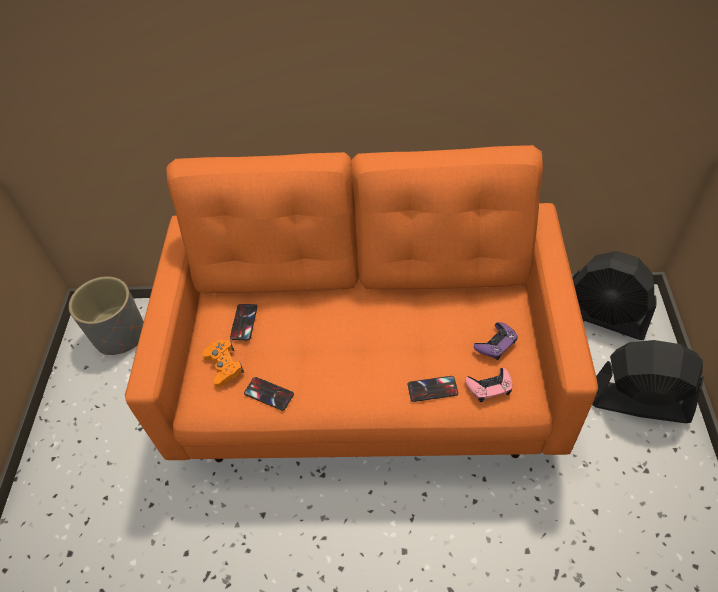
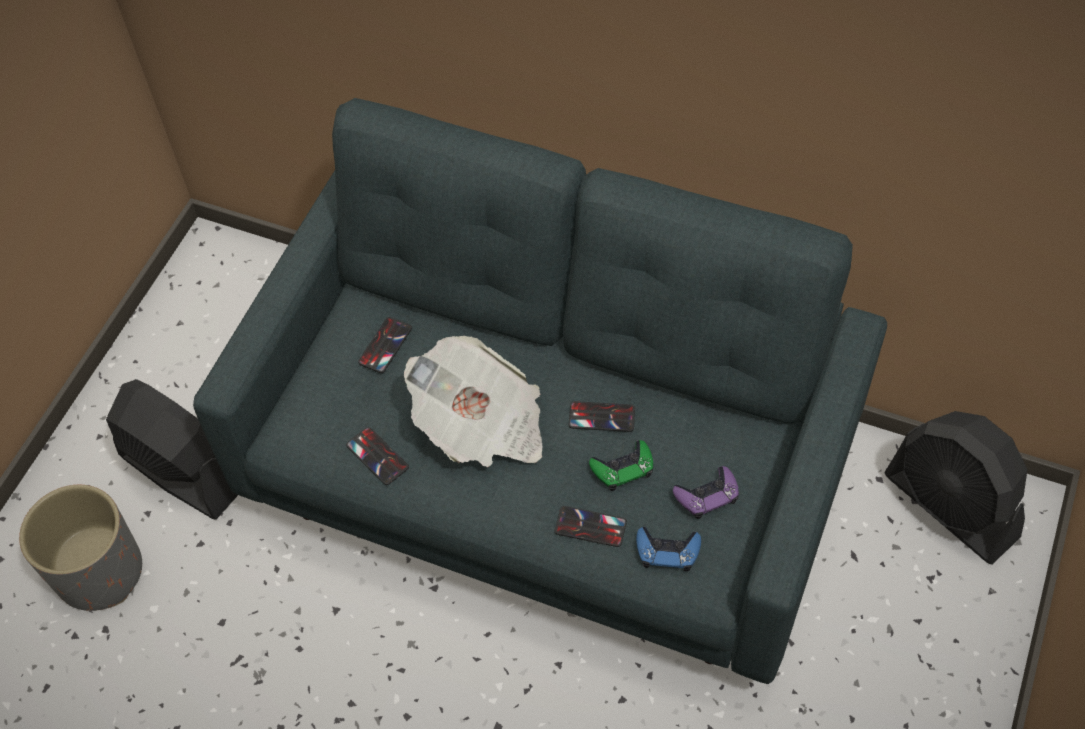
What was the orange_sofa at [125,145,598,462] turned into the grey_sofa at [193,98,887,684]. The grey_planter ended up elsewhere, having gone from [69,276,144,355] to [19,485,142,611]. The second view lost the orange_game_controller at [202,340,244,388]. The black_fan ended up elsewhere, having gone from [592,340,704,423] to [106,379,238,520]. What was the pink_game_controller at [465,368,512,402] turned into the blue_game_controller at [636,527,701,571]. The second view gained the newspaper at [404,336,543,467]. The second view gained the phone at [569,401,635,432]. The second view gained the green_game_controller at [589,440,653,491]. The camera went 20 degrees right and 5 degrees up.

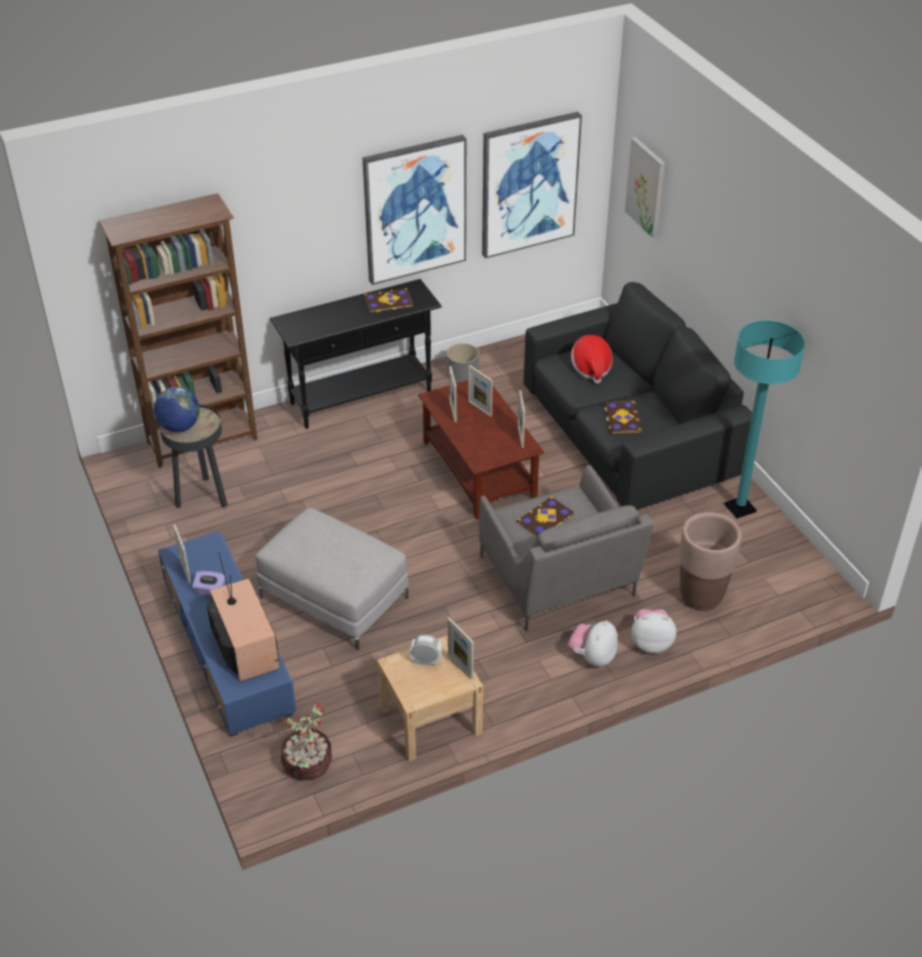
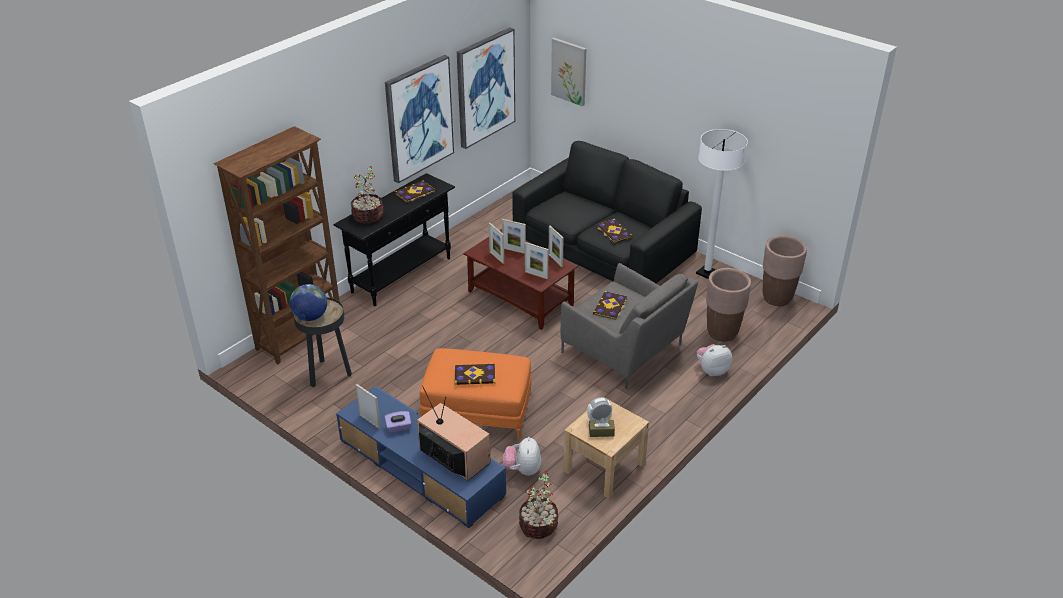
What was the turquoise_floor_lamp at [724,320,805,519] turned into the white_floor_lamp at [696,129,748,279]. The second view lost the hat at [571,335,613,384]. The second view lost the grey_planter at [447,343,479,383]. What was the grey_ottoman at [255,508,409,650] turned into the orange_ottoman at [419,348,532,439]. The picture_frame ended up elsewhere, having gone from [448,617,474,680] to [525,242,549,279]. The plush_toy ended up elsewhere, having gone from [568,620,618,667] to [503,437,541,476]. The second view gained the potted_plant at [351,166,383,224]. The second view gained the brown_planter at [763,235,807,306]. The second view gained the book at [455,363,495,385]. The second view gained the brown_tissue_box at [589,418,615,437]. The camera went 25 degrees left and 5 degrees down.

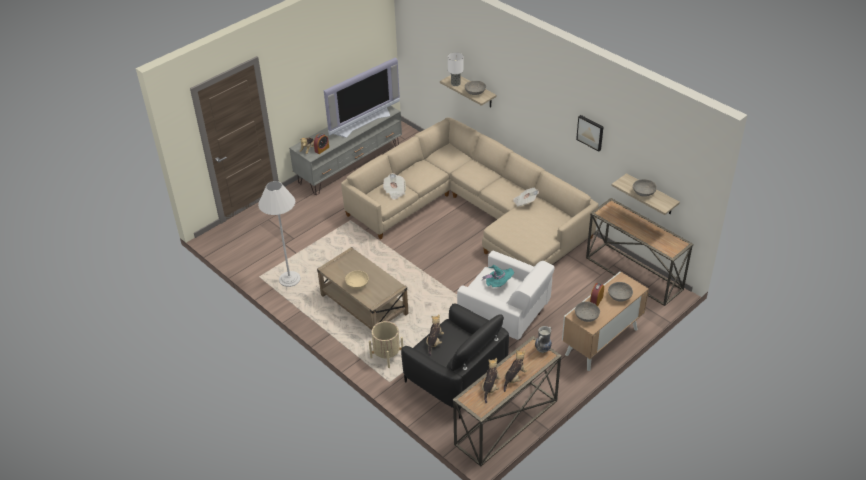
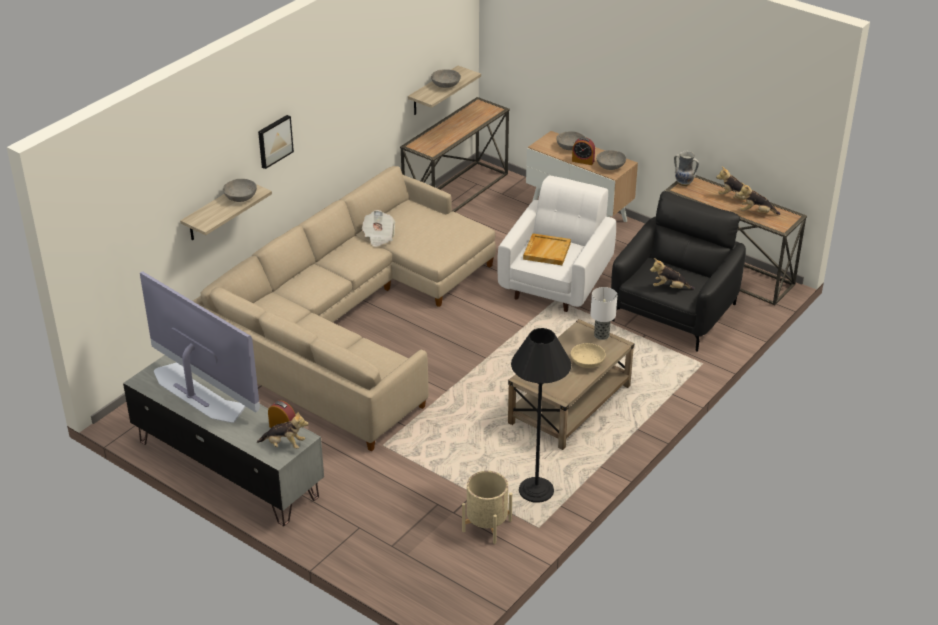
The table_lamp ended up elsewhere, having gone from [448,52,464,86] to [590,287,617,340]. The picture ended up elsewhere, having gone from [576,115,603,152] to [258,115,294,169]. The second view lost the newspaper at [383,173,406,200]. What was the white_floor_lamp at [258,181,301,287] turned into the black_floor_lamp at [511,328,571,503]. Where the turquoise_hat stood at [481,265,514,287], the beige_tray came to stand at [523,233,571,265]. The beige_planter ended up elsewhere, having gone from [369,321,403,368] to [462,471,512,544]. The camera went 100 degrees left and 5 degrees down.

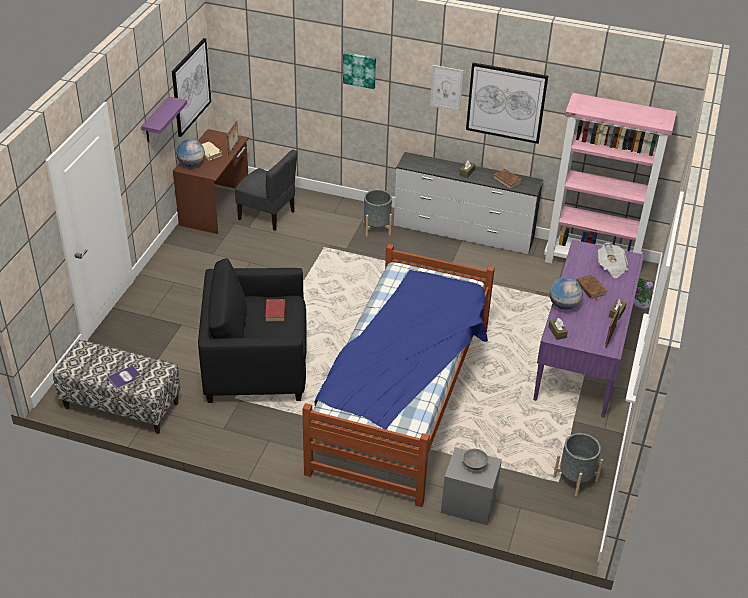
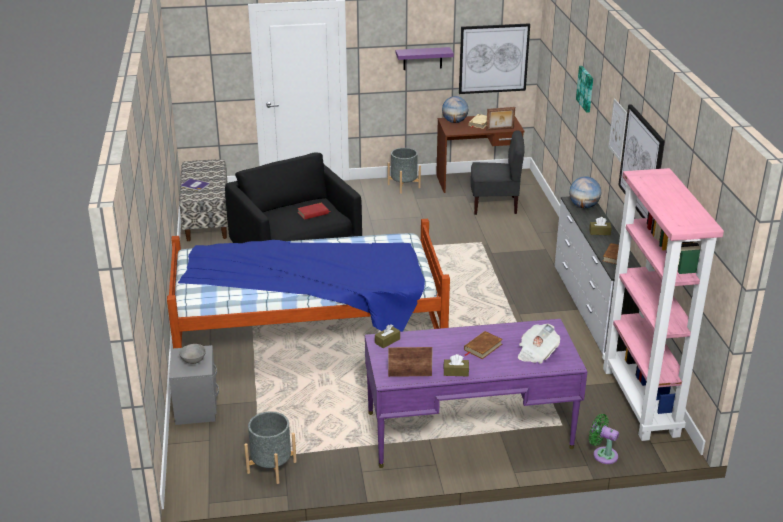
The grey_chair at [235,150,297,231] ended up facing another way, 90 degrees counterclockwise from before. The grey_planter ended up elsewhere, having gone from [363,189,392,237] to [388,148,421,194]. The globe ended up elsewhere, having gone from [549,277,583,310] to [569,177,601,208]. The camera went 65 degrees right and 10 degrees down.

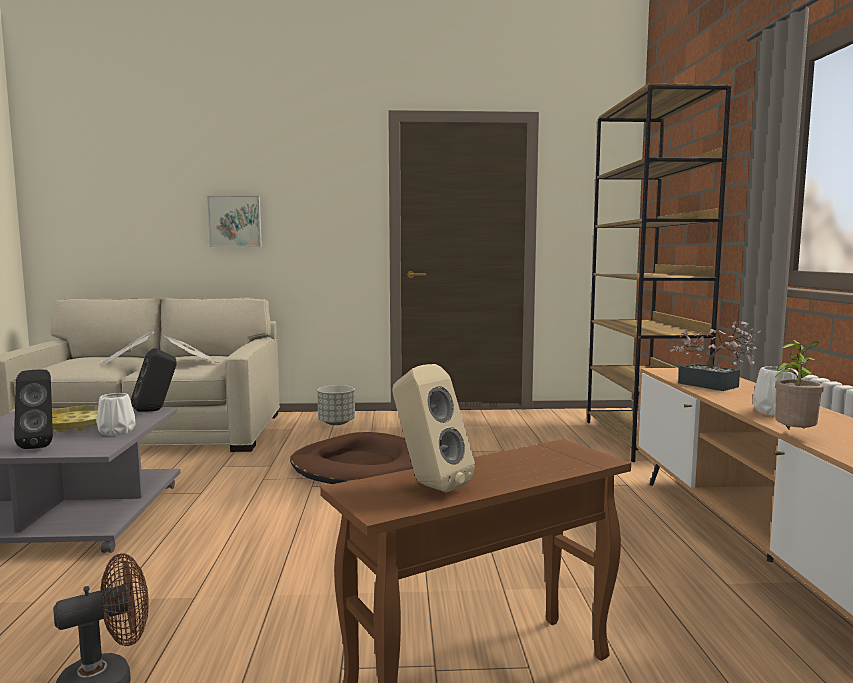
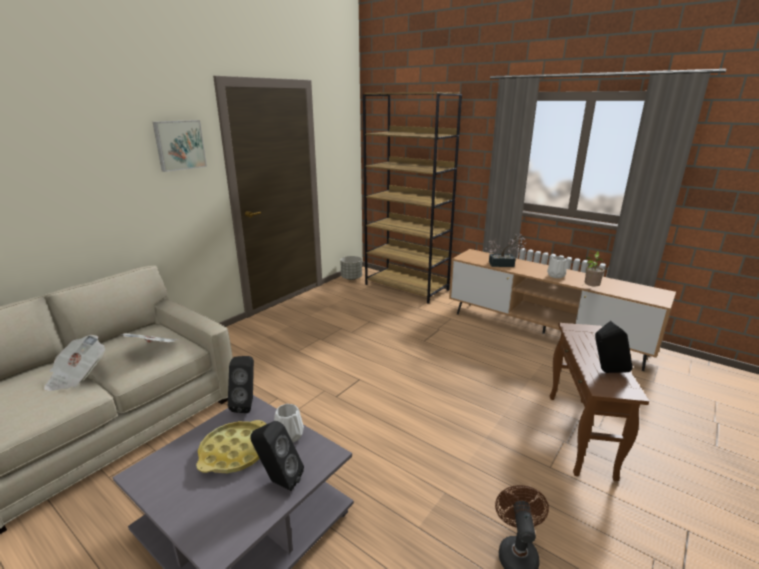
The picture ended up elsewhere, having gone from [207,196,262,247] to [153,120,207,172]. What was the beige_speaker at [392,364,475,493] turned into the black_speaker at [595,321,633,373]. The grey_planter ended up elsewhere, having gone from [317,385,355,425] to [340,256,362,280]. The second view lost the brown_dog_bed at [290,432,413,484]. The camera went 50 degrees left and 15 degrees up.

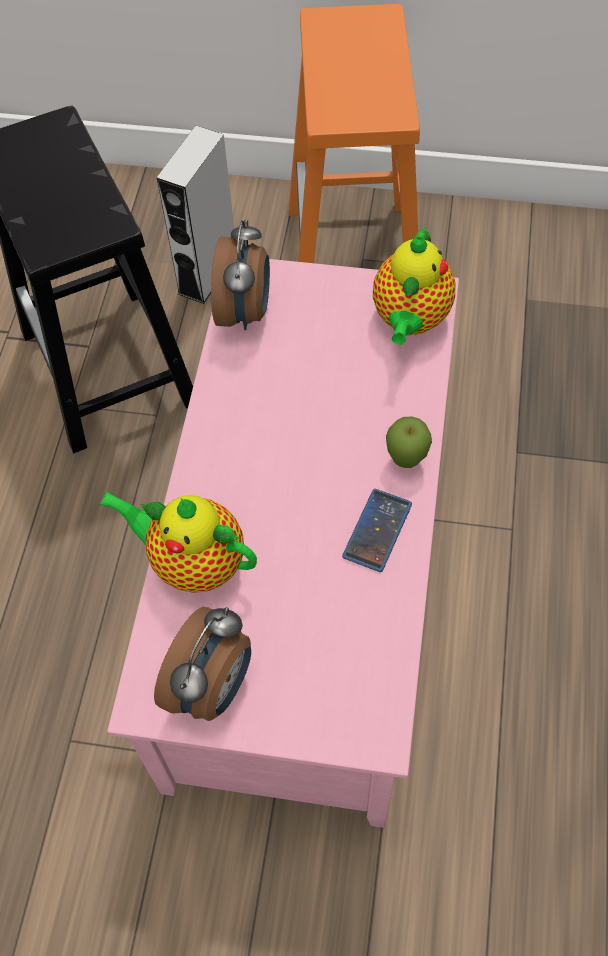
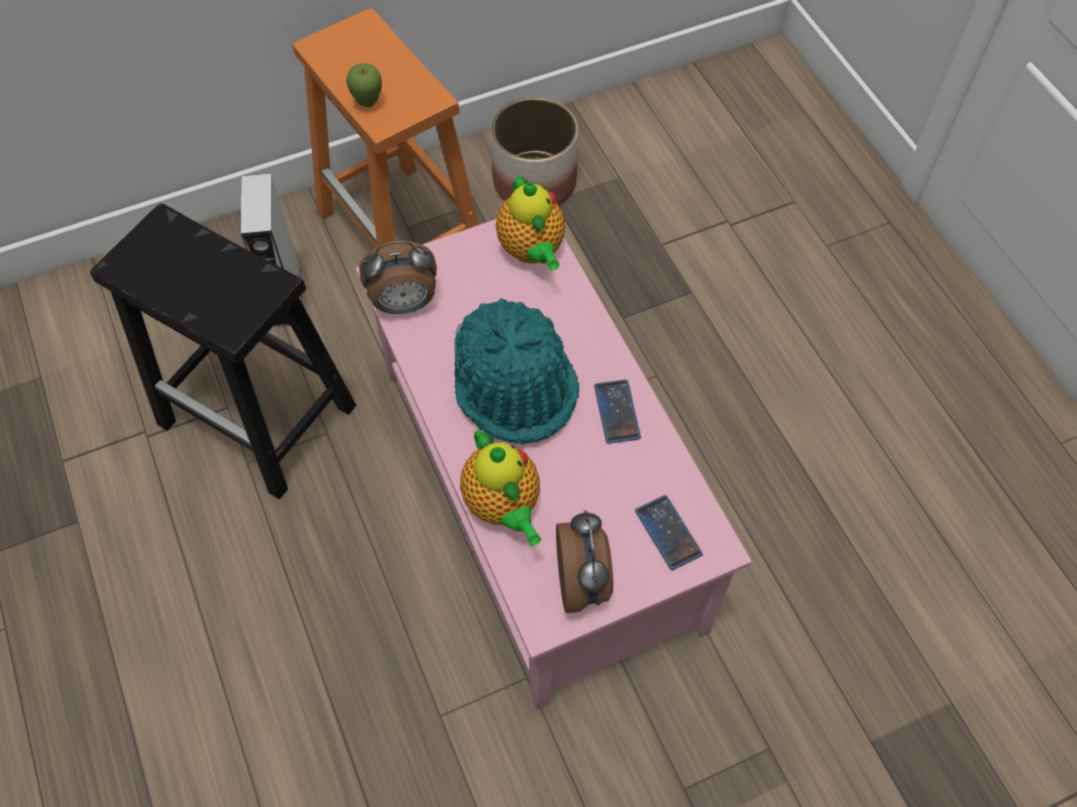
The alarm_clock at [211,219,270,330] ended up facing another way, 105 degrees clockwise from before. The apple ended up elsewhere, having gone from [386,417,432,468] to [346,63,382,107]. The teapot at [99,492,257,593] ended up facing another way, 105 degrees counterclockwise from before. The second view gained the planter at [491,97,578,205]. The second view gained the turquoise_hat at [454,298,579,445]. The second view gained the phone at [635,495,703,570]. The camera went 35 degrees left and 0 degrees up.

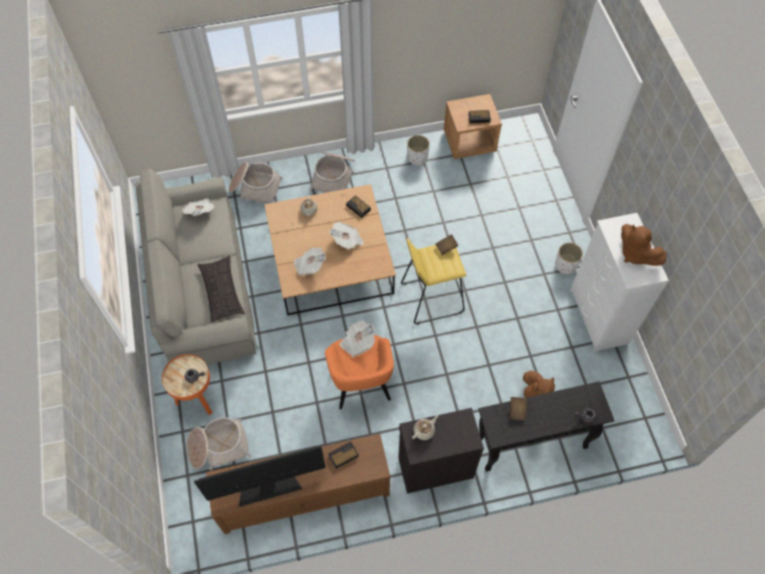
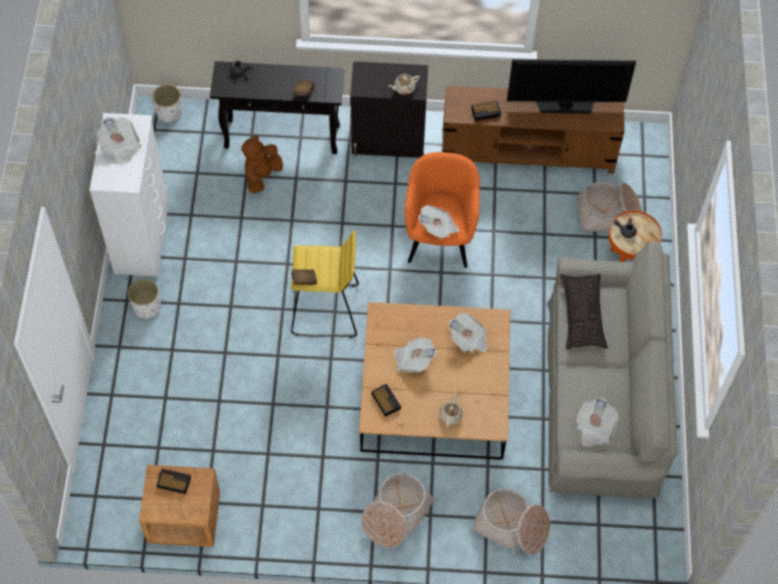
The white_planter ended up elsewhere, having gone from [407,135,430,165] to [152,84,182,123]. Where the brown_plush_toy stood at [621,224,667,266], the newspaper came to stand at [97,117,141,164]. The camera went 165 degrees left and 0 degrees up.

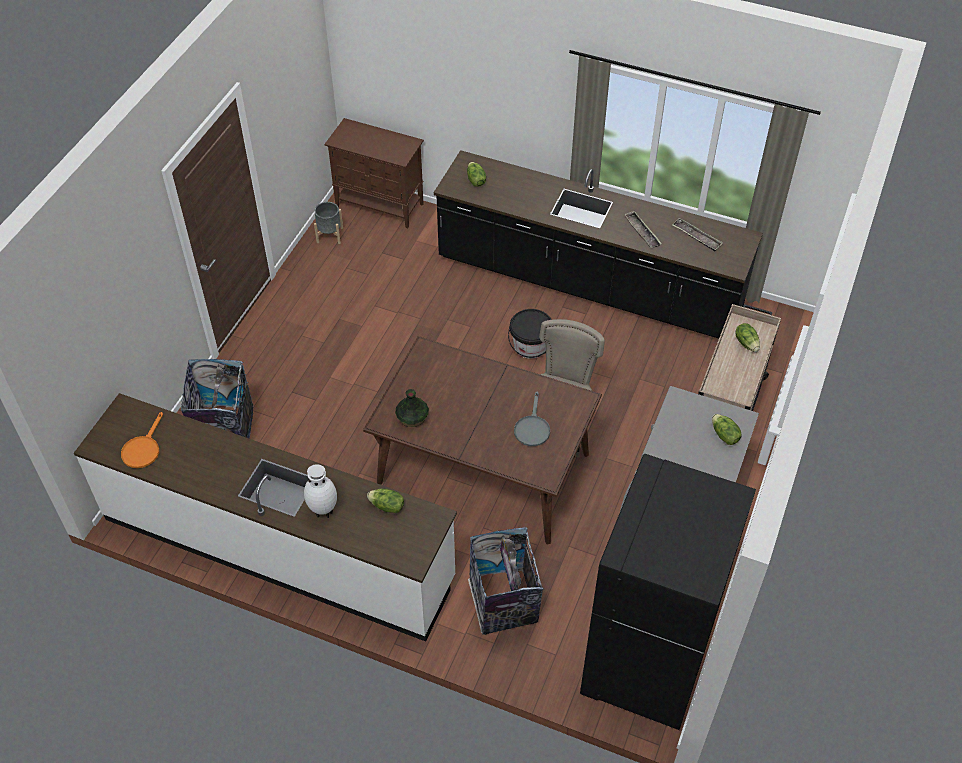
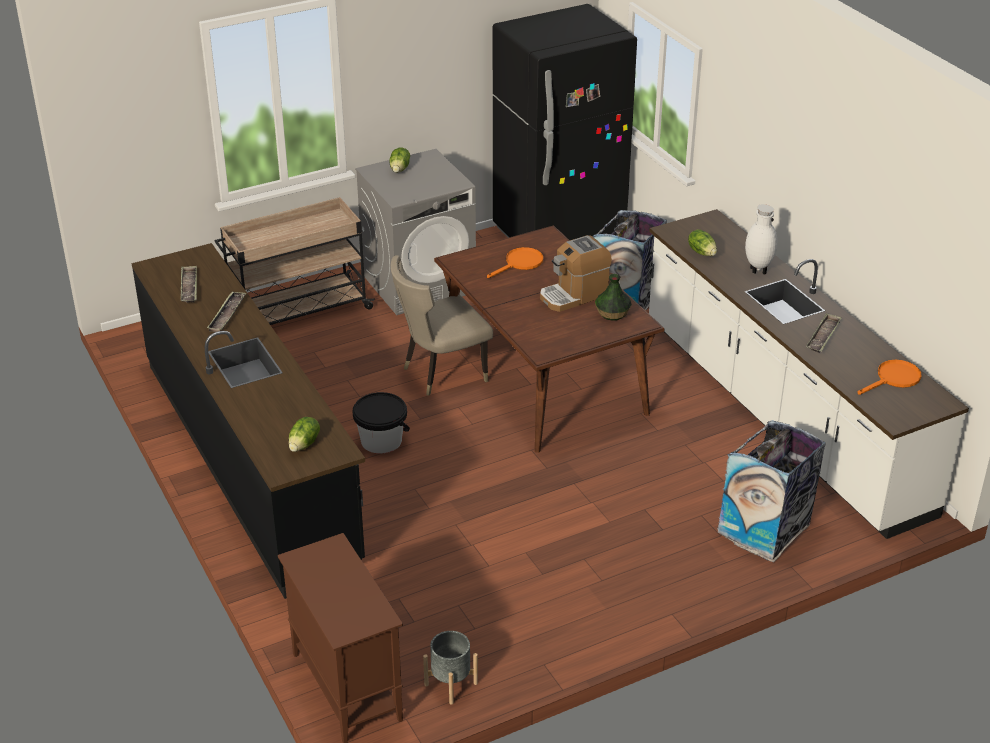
The second view lost the lettuce at [735,323,760,352]. What was the grey_frying_pan at [514,392,550,446] turned into the orange_frying_pan at [487,247,543,278]. The second view gained the coffee_machine at [540,235,612,312]. The second view gained the tray at [806,313,842,353]. The camera went 140 degrees left and 15 degrees down.

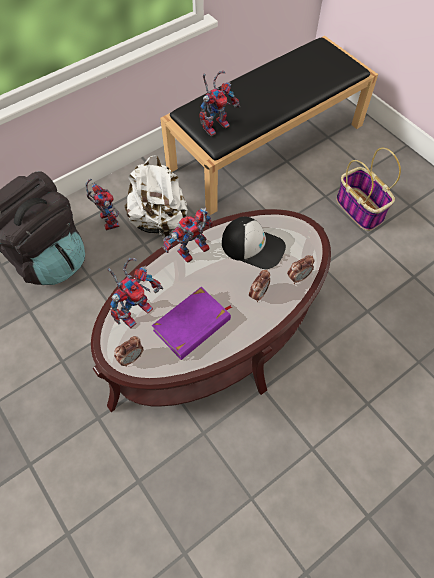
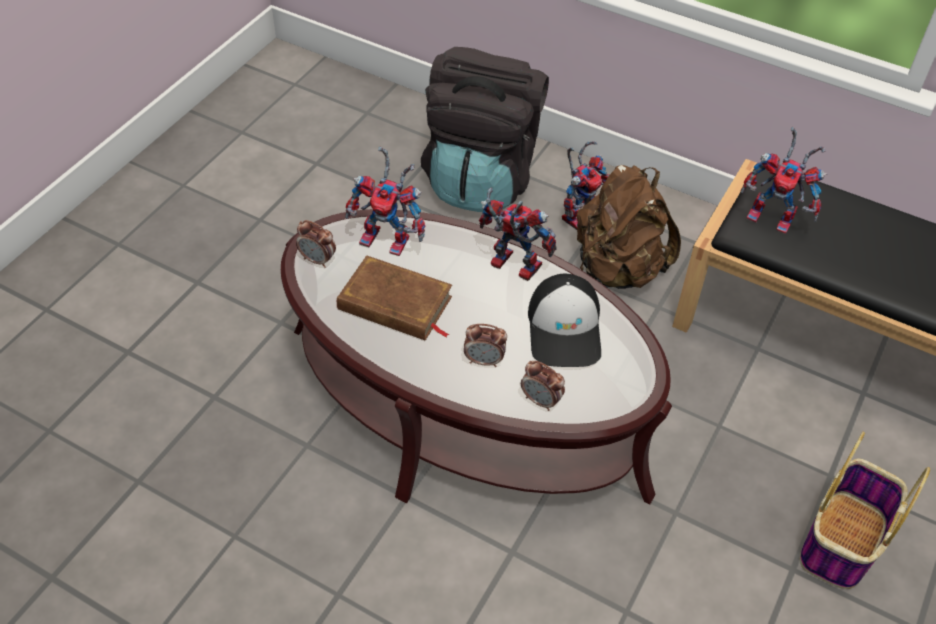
What was the white_backpack at [125,155,188,237] turned into the brown_backpack at [577,165,681,289]. What was the purple_book at [152,287,232,360] turned into the brown_book at [337,255,452,341]. The camera went 65 degrees right and 10 degrees down.

